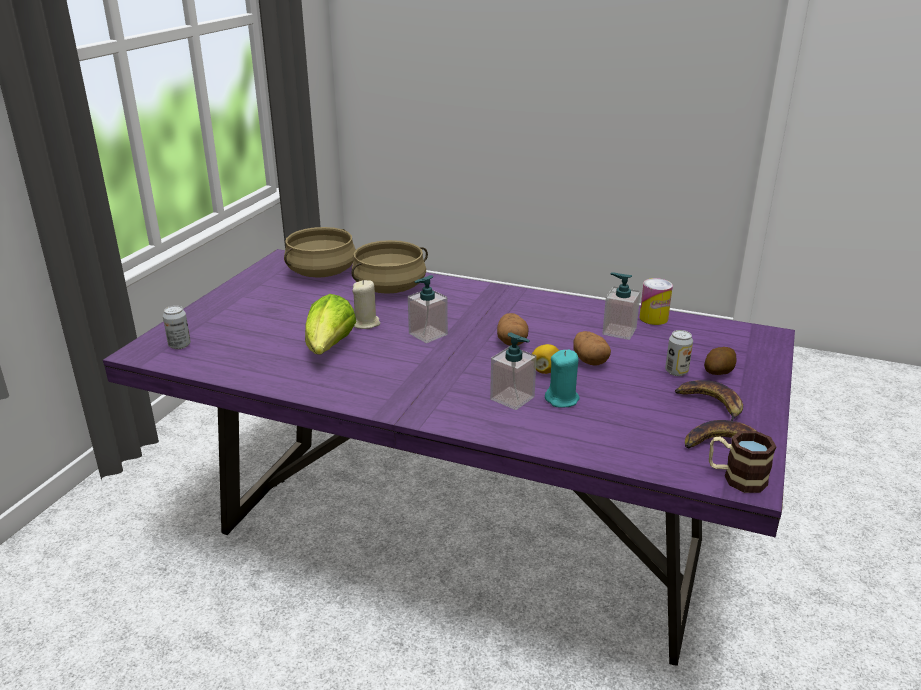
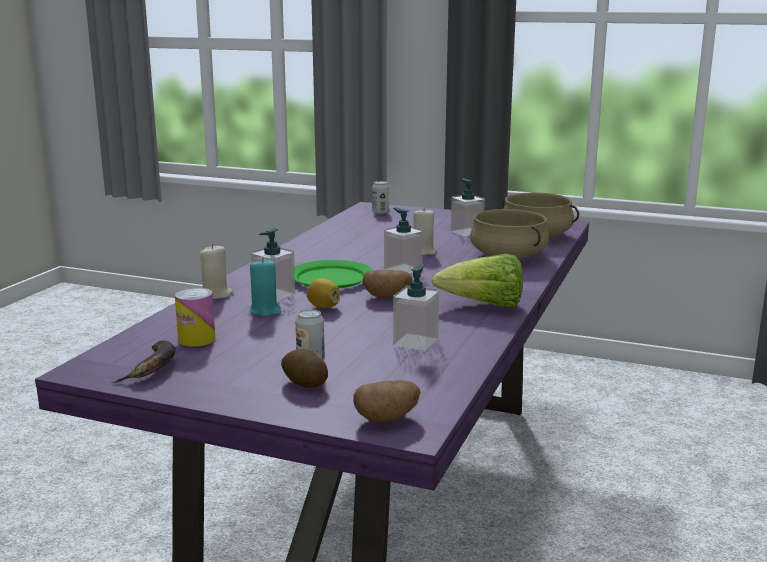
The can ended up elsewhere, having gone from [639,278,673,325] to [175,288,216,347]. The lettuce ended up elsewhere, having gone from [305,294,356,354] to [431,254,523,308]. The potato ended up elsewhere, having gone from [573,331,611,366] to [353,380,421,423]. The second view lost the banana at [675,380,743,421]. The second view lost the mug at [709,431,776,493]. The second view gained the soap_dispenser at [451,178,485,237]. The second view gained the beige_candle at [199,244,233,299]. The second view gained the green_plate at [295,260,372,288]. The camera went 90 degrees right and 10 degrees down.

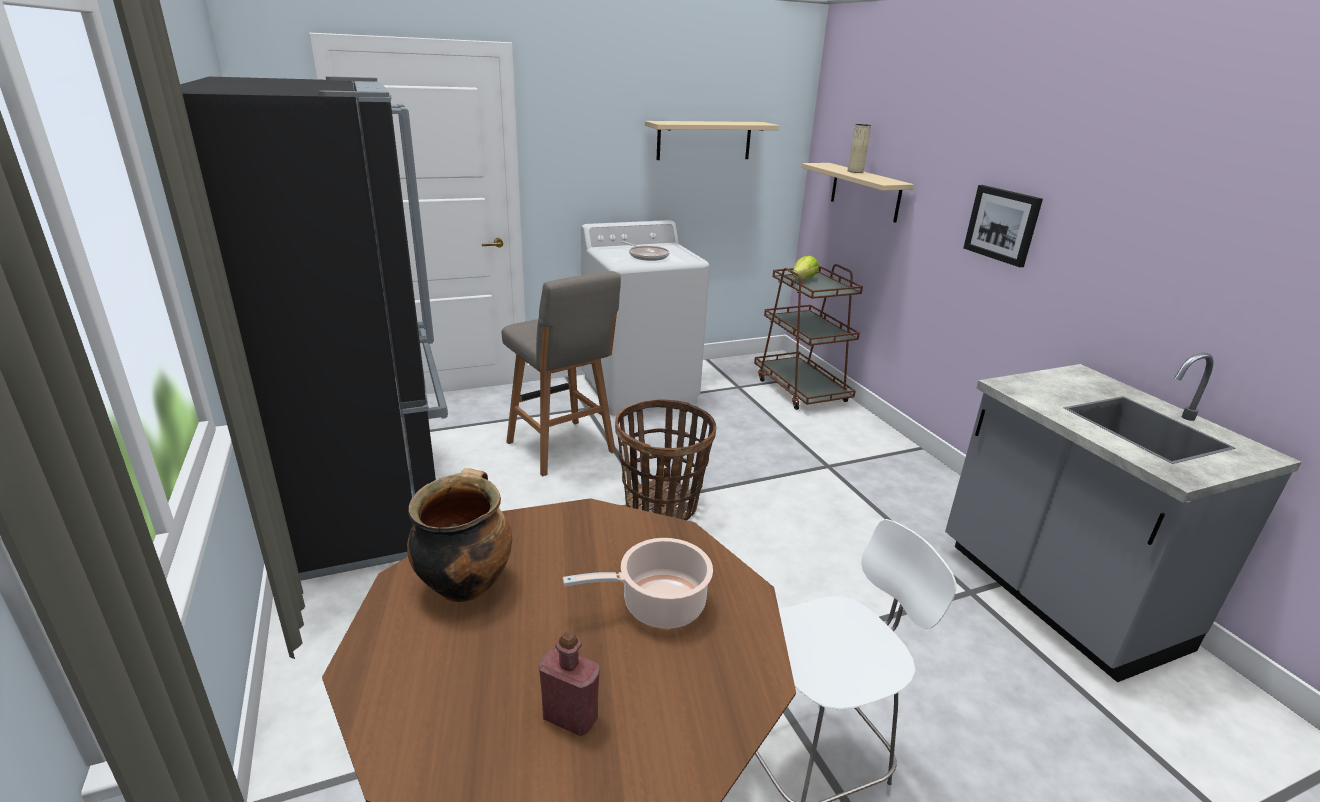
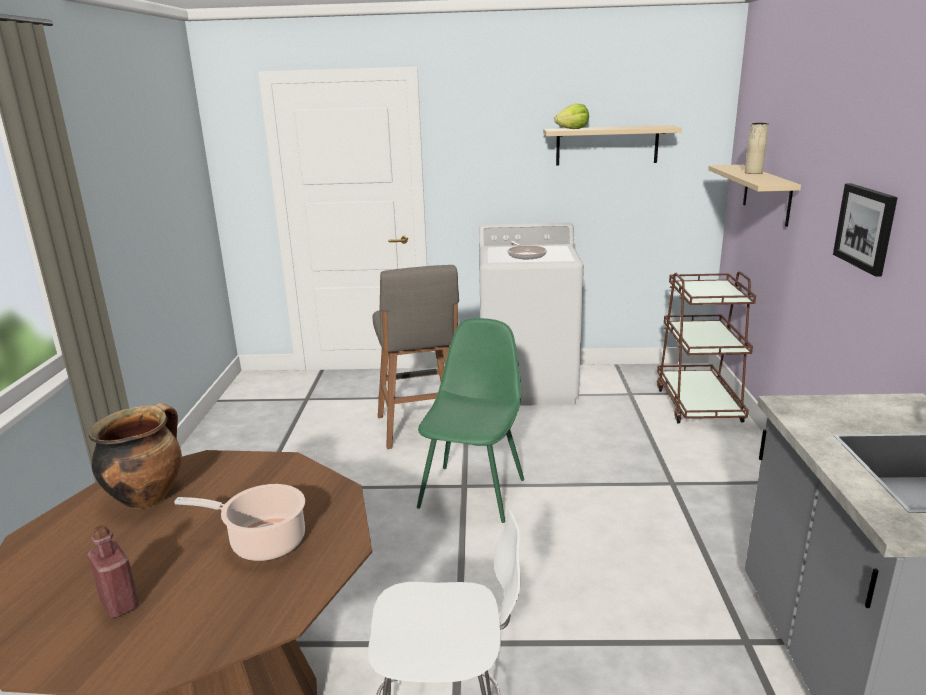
The second view lost the black_fridge at [180,76,448,581]. The lettuce ended up elsewhere, having gone from [792,255,819,279] to [554,103,589,129]. Where the basket stood at [615,399,717,520], the green_chair came to stand at [417,318,524,523]. The camera went 25 degrees right and 5 degrees down.

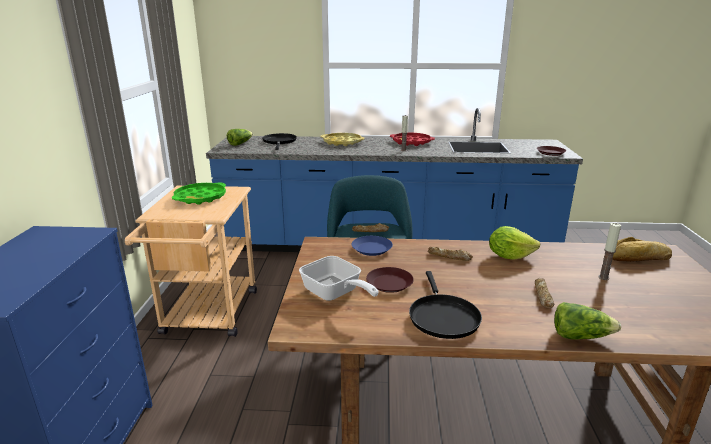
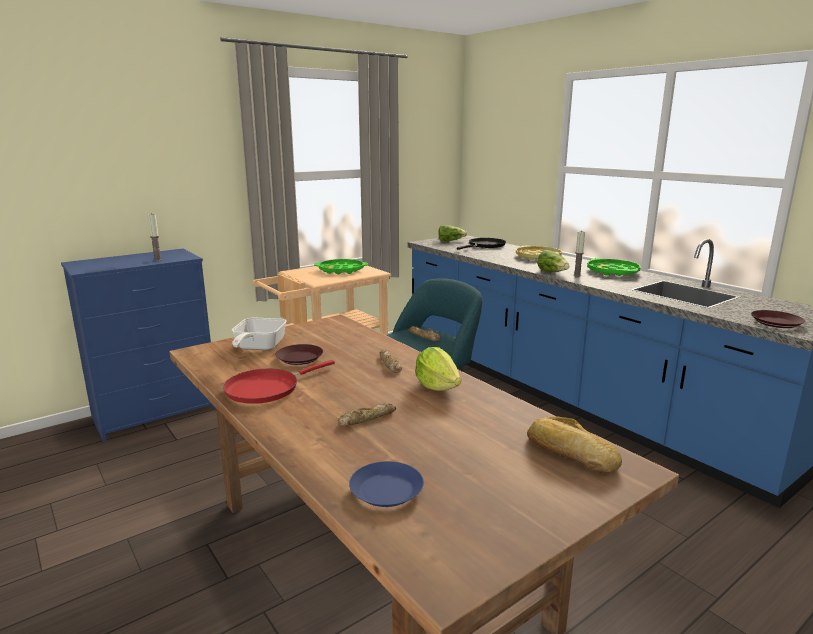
What was the red_tray at [390,133,435,146] turned into the green_tray at [587,258,641,276]. The candle ended up elsewhere, having gone from [598,223,621,280] to [148,213,162,261]. The blue_plate ended up elsewhere, having gone from [352,236,393,256] to [349,461,424,507]. What was the black_frying_pan at [409,271,482,339] turned into the red_frying_pan at [223,360,335,404]. The lettuce ended up elsewhere, having gone from [554,302,621,340] to [537,250,570,272]. The camera went 50 degrees right and 5 degrees down.

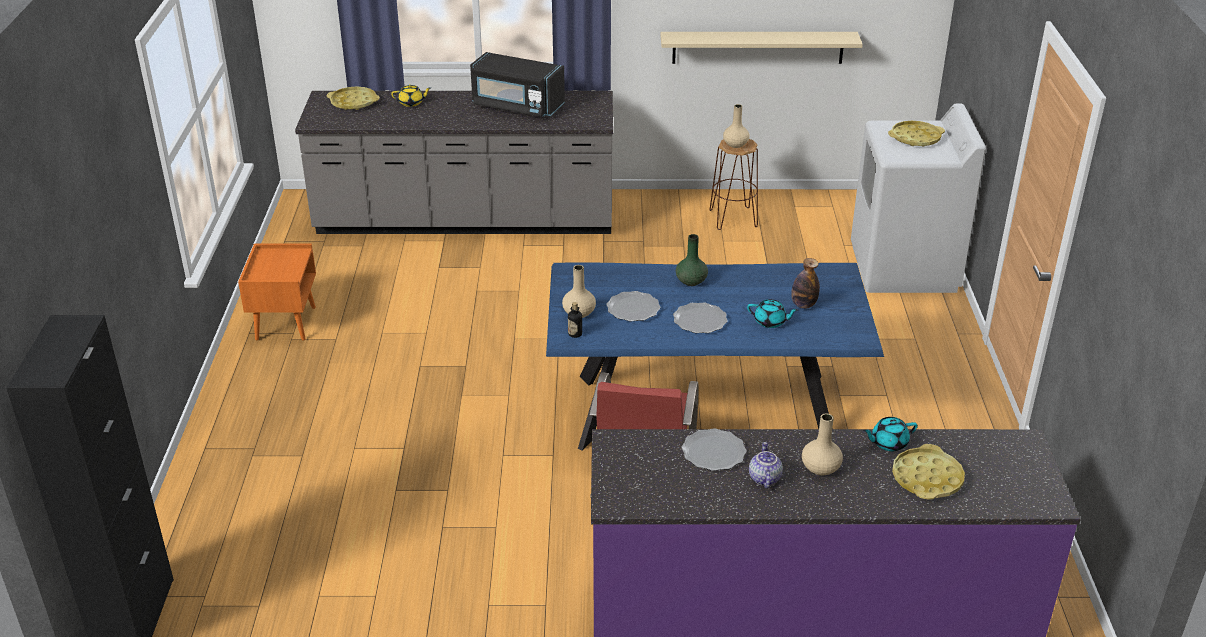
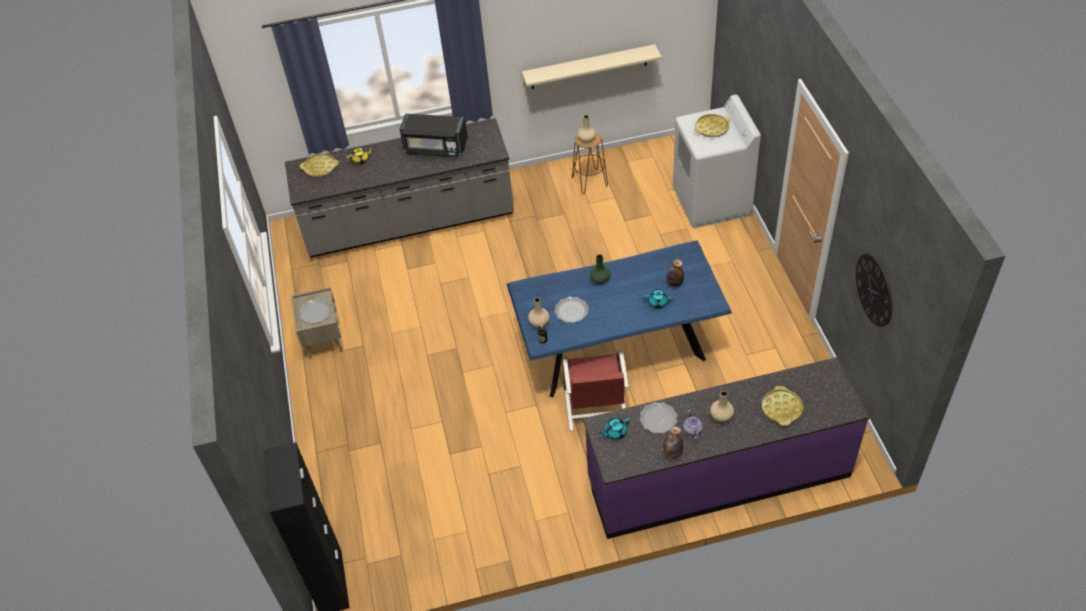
What was the orange_nightstand at [238,244,316,340] turned into the beige_nightstand at [291,287,343,359]. The plate ended up elsewhere, having gone from [673,303,728,333] to [299,299,332,324]. The turquoise_teapot ended up elsewhere, having gone from [863,417,918,451] to [600,418,630,440]. The second view gained the wall_clock at [856,253,892,327]. The second view gained the bottle at [663,426,683,459]. The camera went 10 degrees left and 15 degrees up.

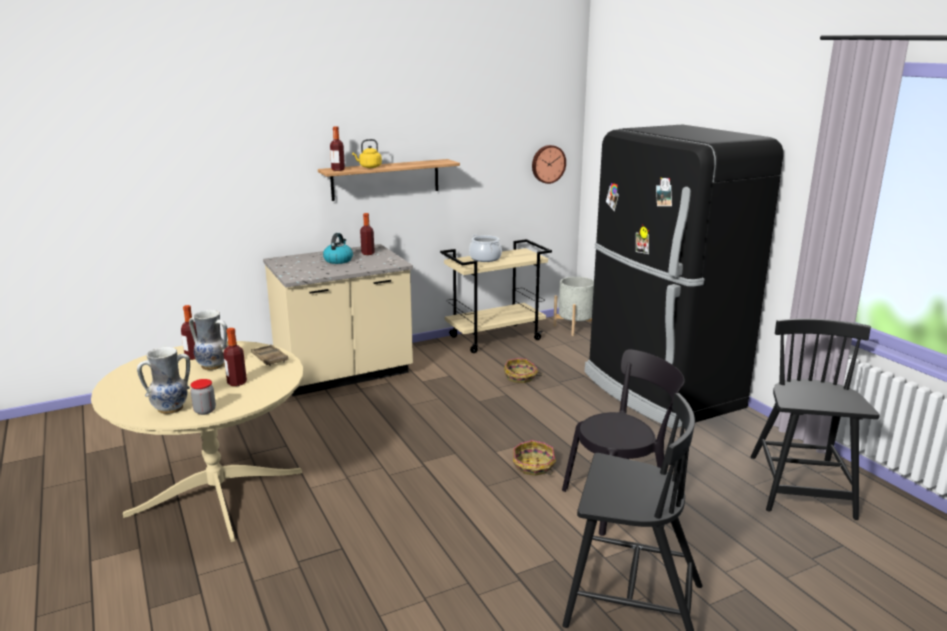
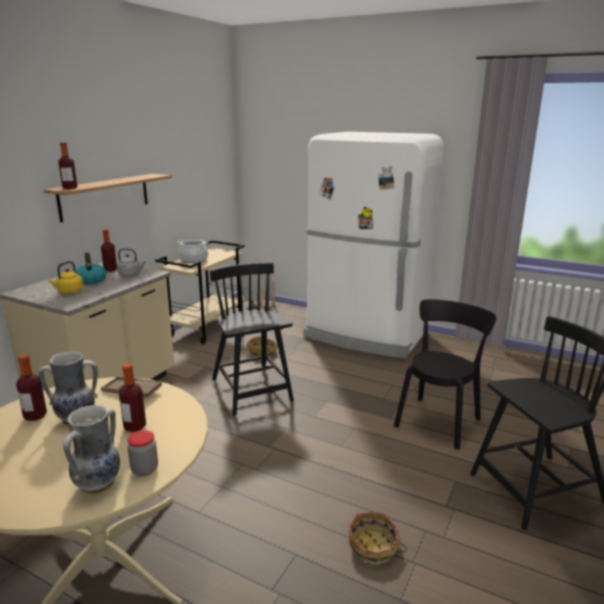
What was the black_fridge at [585,124,783,429] turned into the white_fridge at [303,132,444,358]. The yellow_kettle ended up elsewhere, having gone from [352,139,382,168] to [49,261,83,294]. The second view lost the wall_clock at [532,145,566,184]. The black_chair ended up elsewhere, having gone from [750,319,880,520] to [210,262,294,416]. The basket ended up elsewhere, having gone from [513,440,556,476] to [349,512,407,563]. The second view gained the grey_kettle at [117,248,146,277]. The camera went 35 degrees left and 0 degrees up.

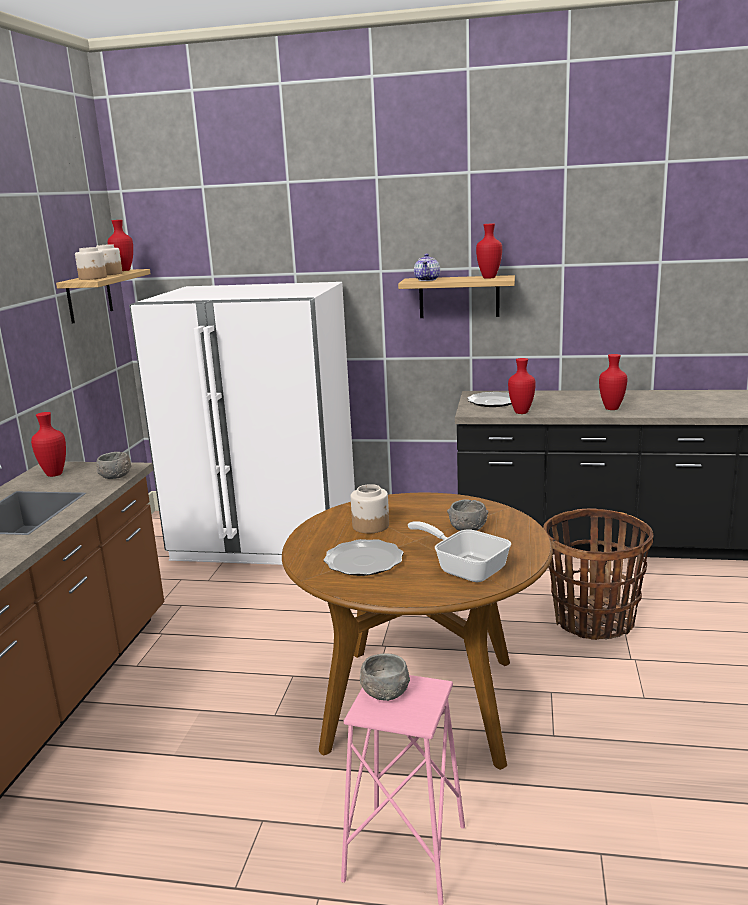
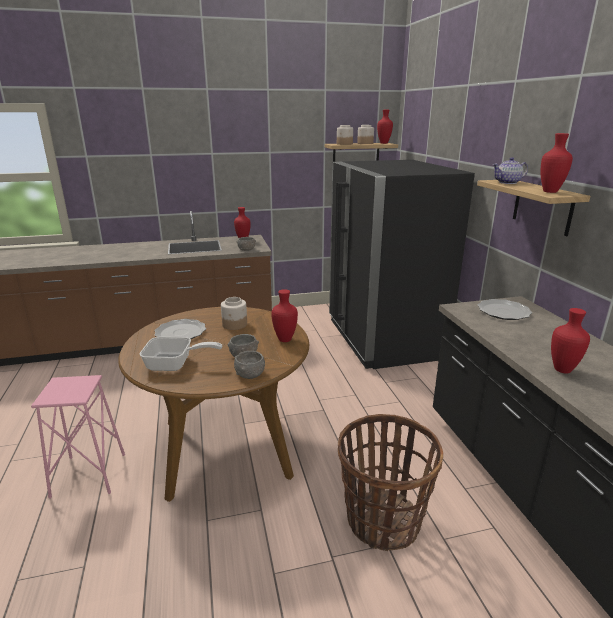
What was the white_fridge at [129,282,355,565] turned into the black_fridge at [329,160,475,369]. The red_vase ended up elsewhere, having gone from [508,358,536,414] to [271,289,298,342]. The frying_pan at [408,521,511,582] ended up facing another way, 75 degrees clockwise from before. The grey_bowl ended up elsewhere, having gone from [360,653,410,701] to [234,351,265,379]. The camera went 65 degrees right and 5 degrees up.

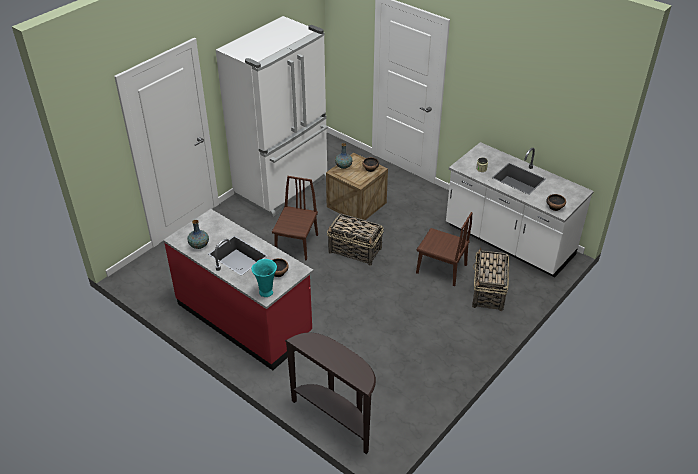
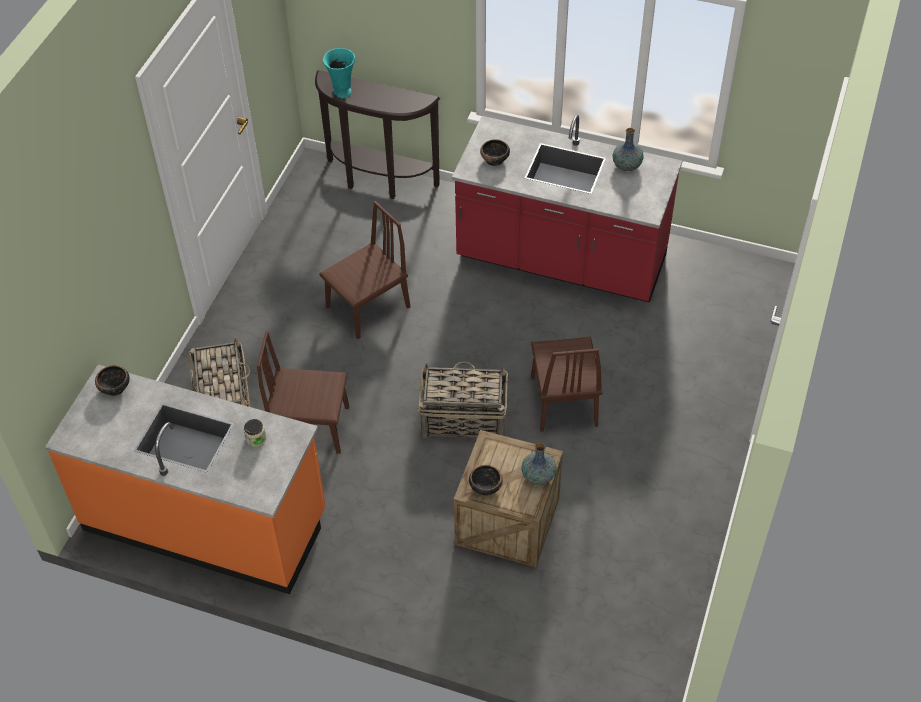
The second view lost the white_fridge at [216,16,328,217]. What was the white_counter at [446,142,594,277] turned into the orange_counter at [45,364,326,594]. The turquoise_vase ended up elsewhere, having gone from [251,259,277,297] to [323,48,355,98]. The second view gained the brown_chair at [319,201,410,339]. The camera went 160 degrees right and 10 degrees up.

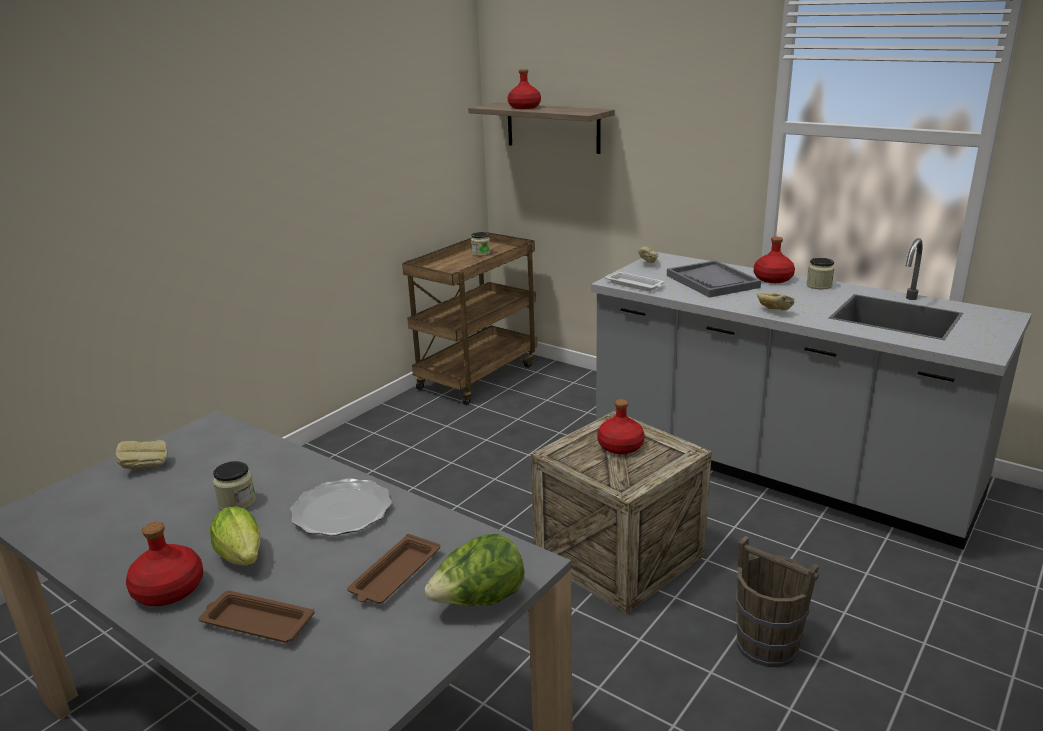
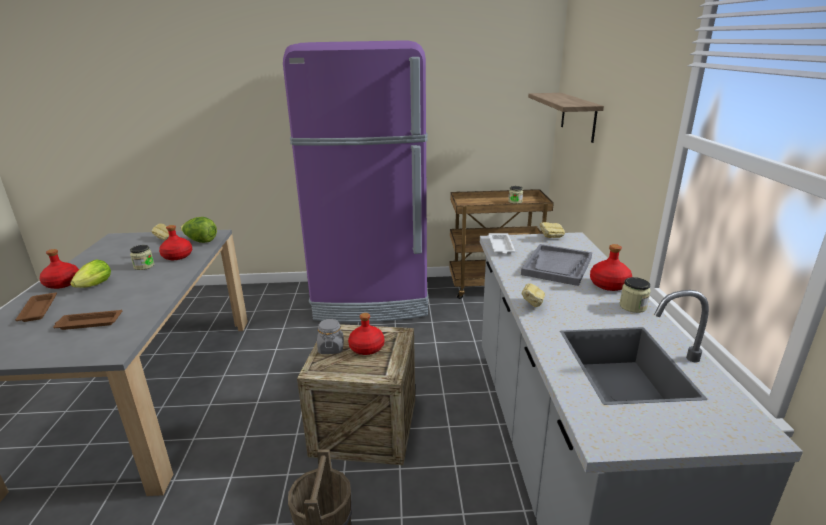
The red_bottle ended up elsewhere, having gone from [508,69,541,109] to [159,225,192,260]. The second view lost the plate at [290,478,392,536]. The lettuce ended up elsewhere, having gone from [425,534,525,606] to [180,217,217,243]. The second view gained the purple_fridge at [283,40,428,322]. The second view gained the grey_jar at [317,319,344,354]. The camera went 50 degrees right and 0 degrees up.

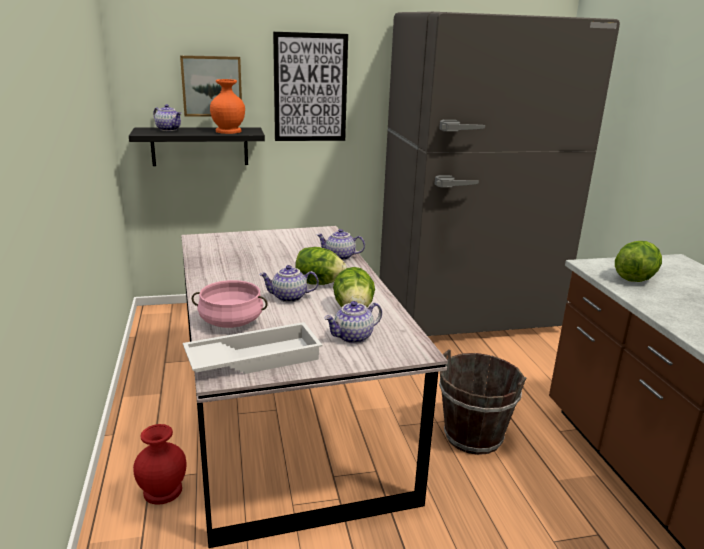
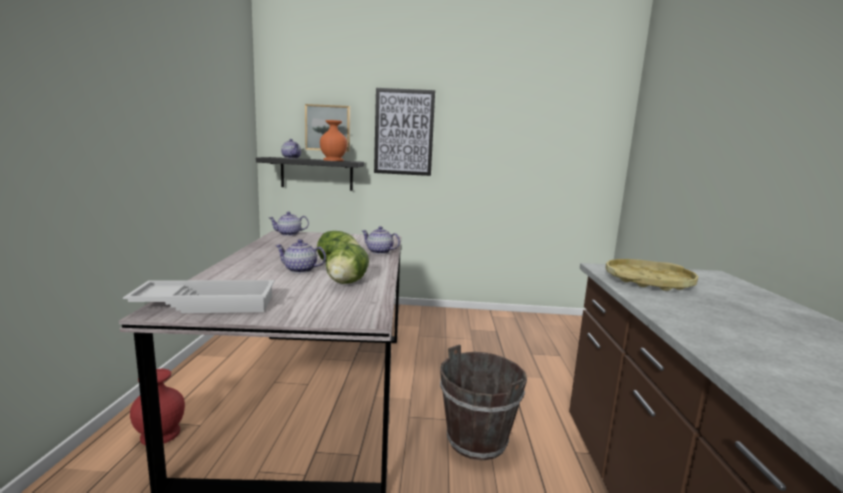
The second view lost the grey_fridge at [379,12,620,336]. Where the lettuce stood at [615,241,662,282], the yellow_tray came to stand at [605,259,698,291]. The second view lost the pink_cooking_pot at [192,280,268,328]. The teapot ended up elsewhere, having gone from [325,301,382,344] to [269,212,309,236]. The camera went 15 degrees right and 10 degrees down.

